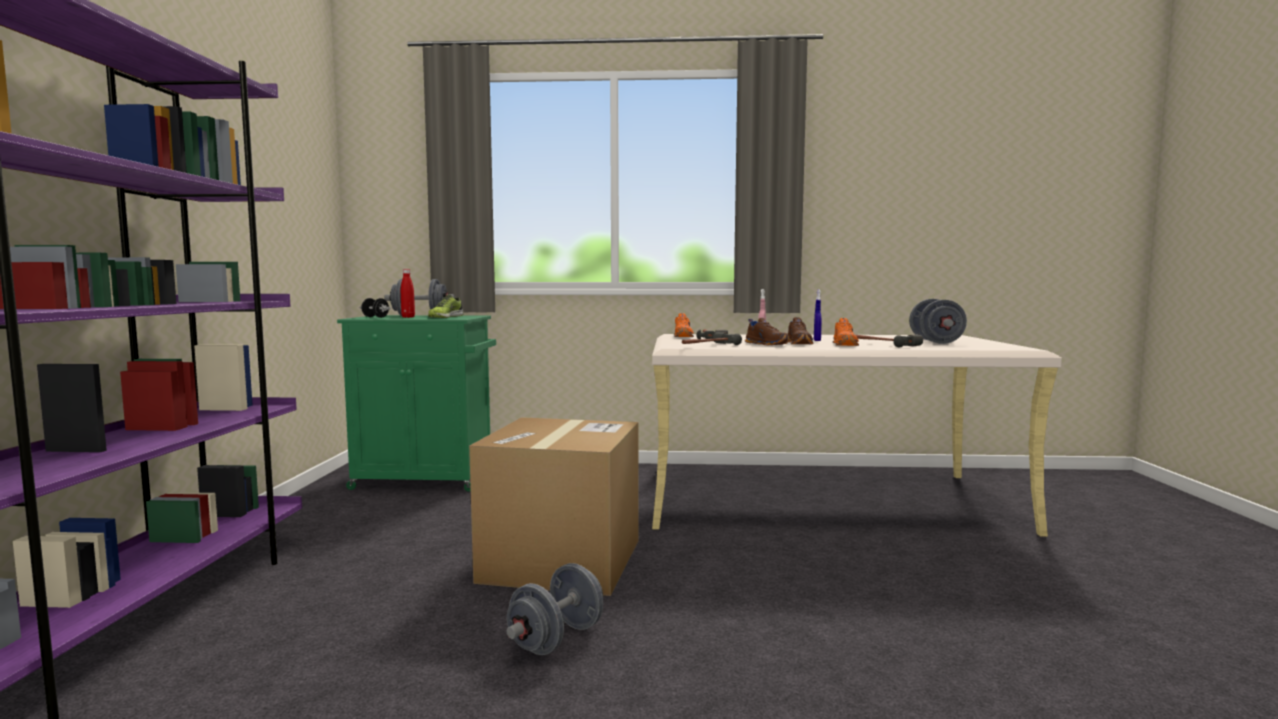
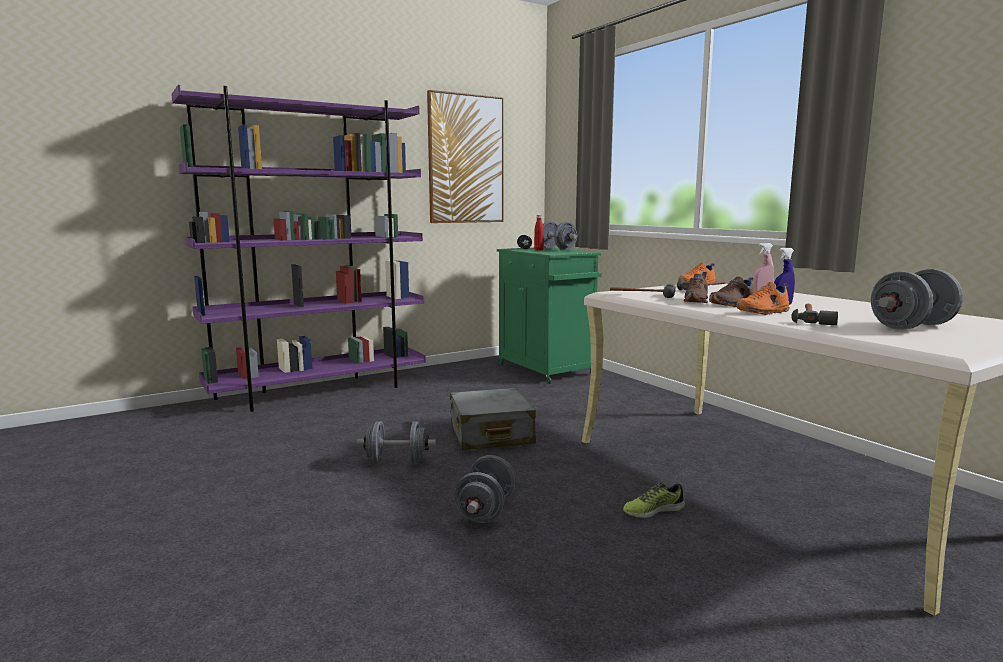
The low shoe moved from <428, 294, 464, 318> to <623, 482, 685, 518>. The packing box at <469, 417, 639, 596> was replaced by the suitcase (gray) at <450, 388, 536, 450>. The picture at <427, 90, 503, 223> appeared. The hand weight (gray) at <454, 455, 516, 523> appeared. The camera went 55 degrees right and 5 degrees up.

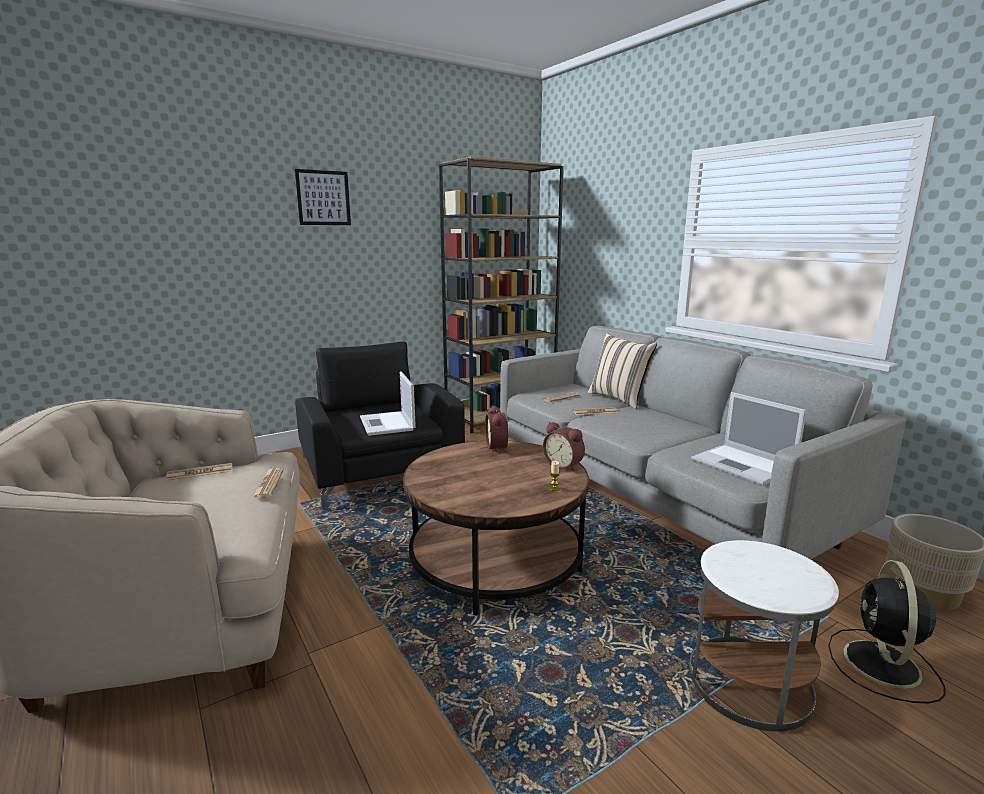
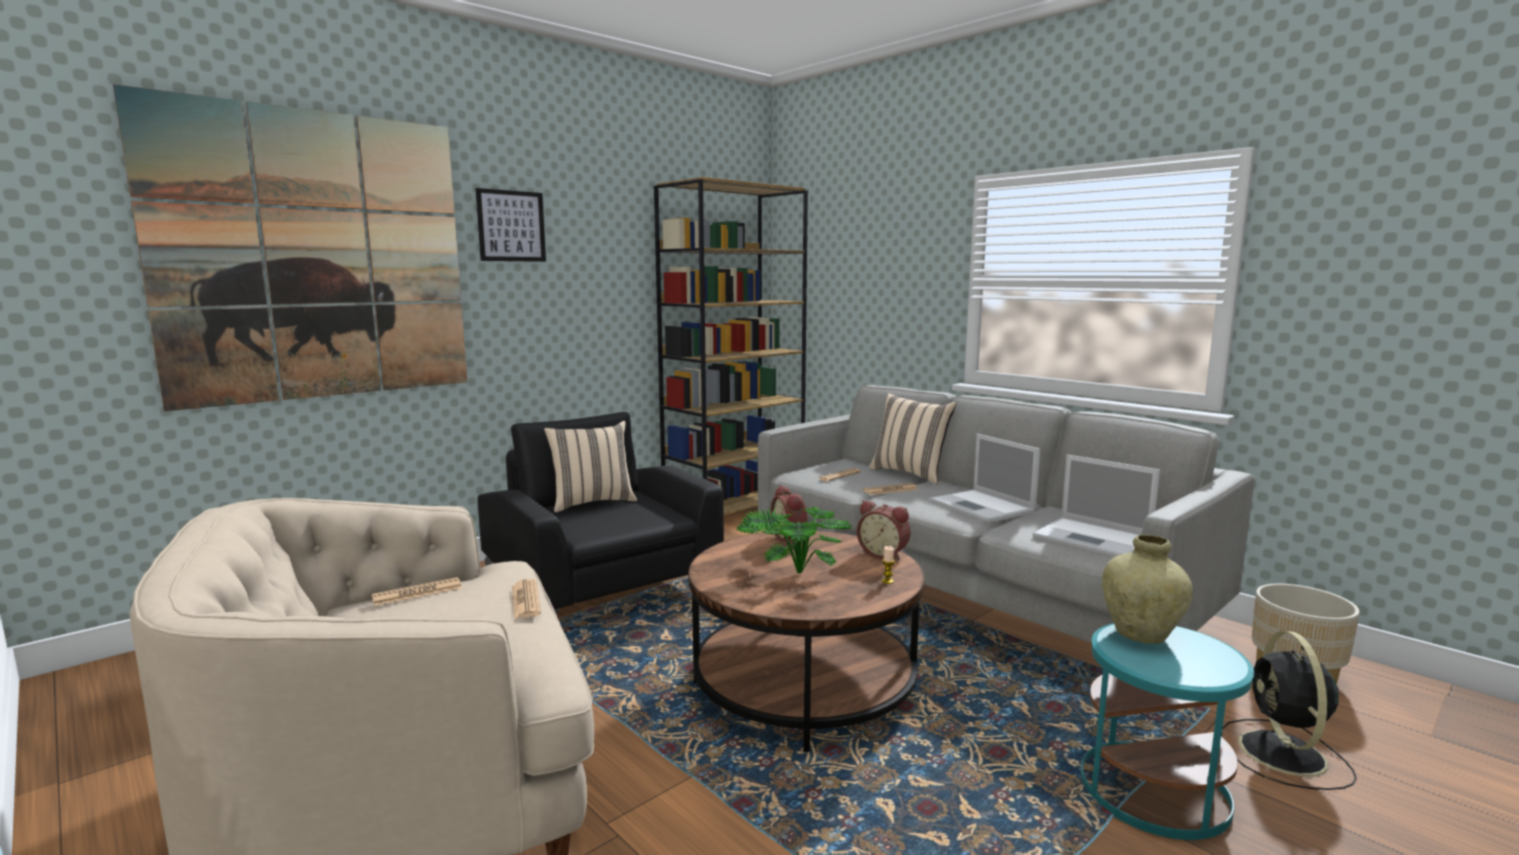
The notebook computer moved from <360, 371, 416, 436> to <930, 434, 1040, 523>. The accent table (whitish) at <689, 540, 839, 731> became the accent table (turquoise-coloured) at <1080, 623, 1254, 840>. The picture at <113, 84, 467, 411> appeared. The pillow (sand-coloured) at <544, 421, 637, 512> appeared. The potted plant at <736, 506, 852, 574> appeared. The vase (sand-coloured) at <1102, 534, 1193, 644> appeared. The camera went 10 degrees left and 5 degrees down.

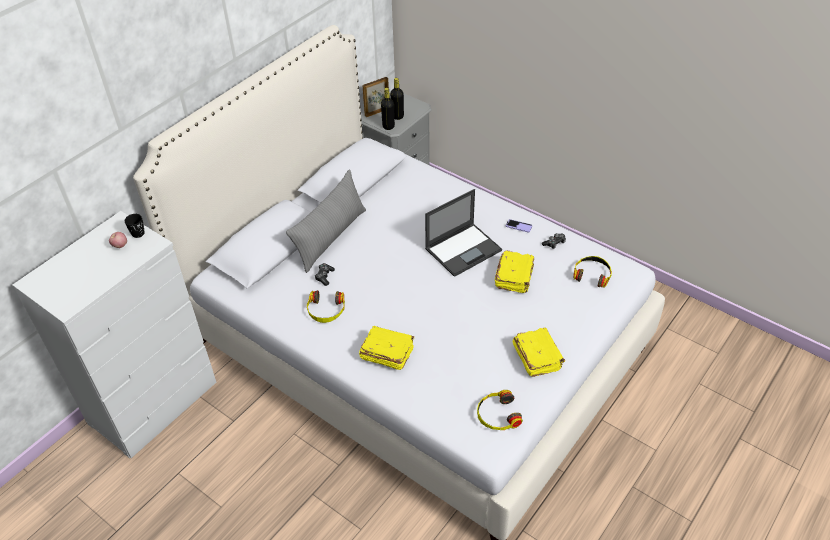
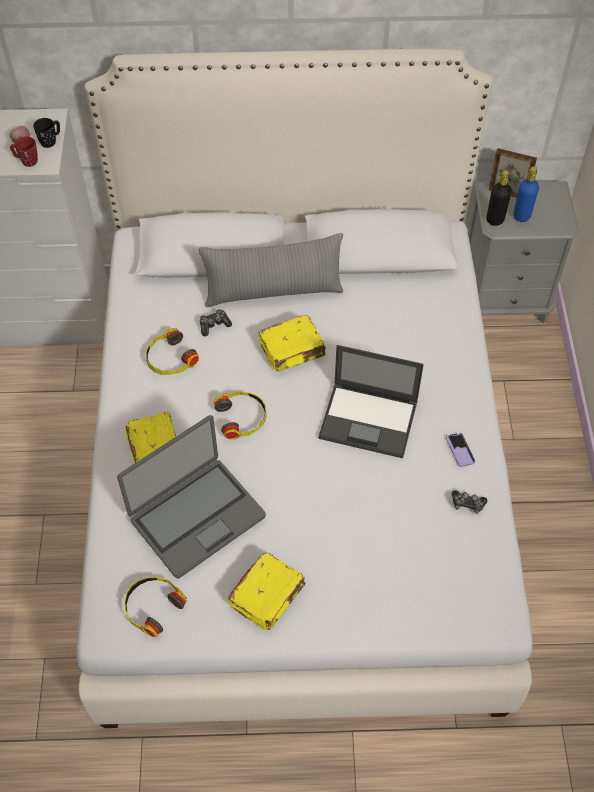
The beverage bottle (black) at <390, 78, 404, 120> became the beverage bottle (blue) at <513, 166, 539, 222>. The book (yellowish) moved from <495, 250, 534, 293> to <259, 315, 327, 371>. The headset moved from <573, 256, 612, 288> to <214, 391, 267, 439>. The tea mug (reddish) at <10, 137, 38, 167> appeared. The notebook computer at <117, 415, 266, 578> appeared. The camera went 50 degrees right and 10 degrees up.

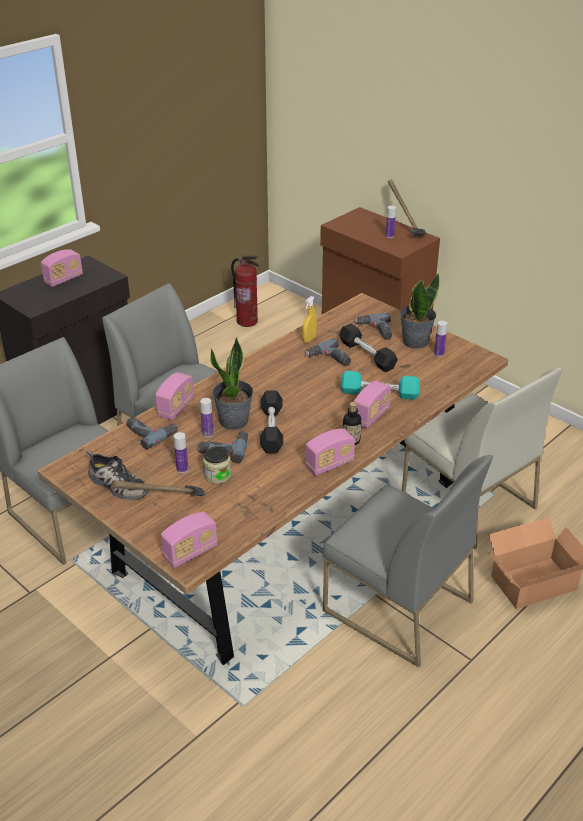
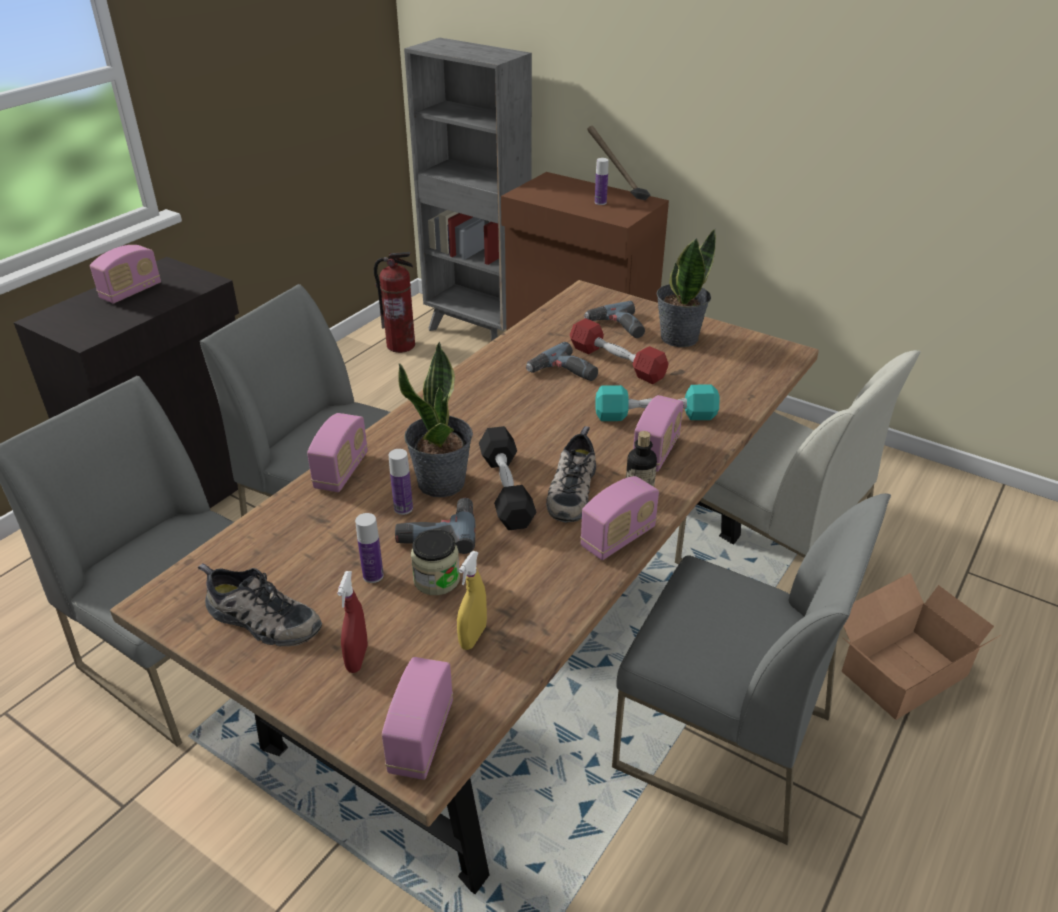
The hand sprayer (yellowish) moved from <302, 296, 317, 343> to <457, 551, 487, 650>. The beverage bottle at <434, 321, 447, 357> disappeared. The hand weight (black) at <339, 324, 398, 372> became the hand weight (reddish) at <570, 318, 668, 384>. The power drill at <126, 417, 178, 450> disappeared. The hand hammer at <111, 480, 206, 496> was replaced by the hand sprayer (reddish) at <337, 571, 367, 673>. The radio set at <161, 512, 217, 568> turned 150 degrees clockwise. The bookcase (gray) at <404, 38, 532, 341> appeared. The low shoe at <546, 426, 596, 523> appeared. The camera went 10 degrees left and 0 degrees up.

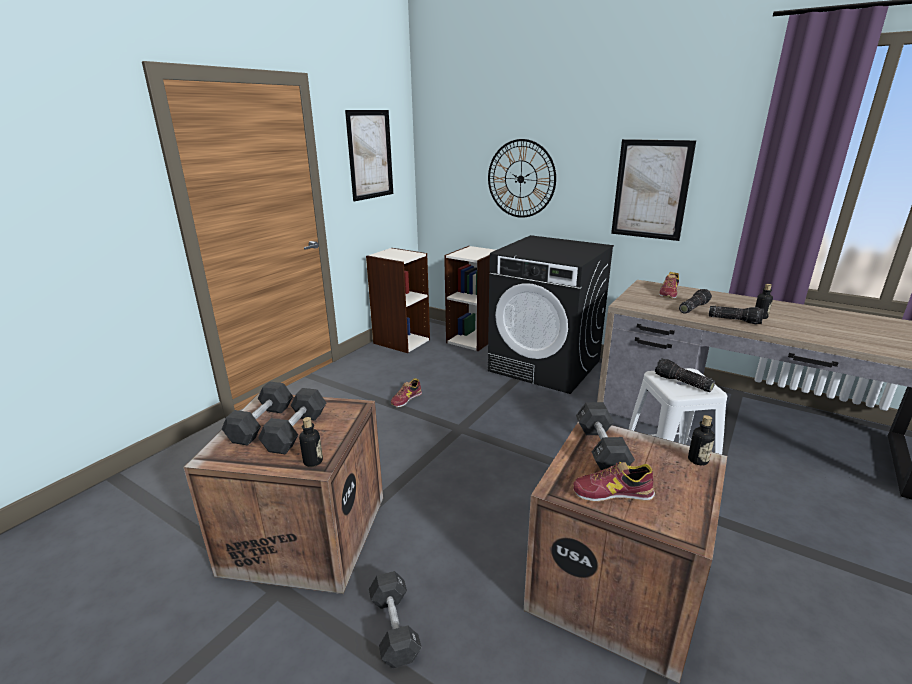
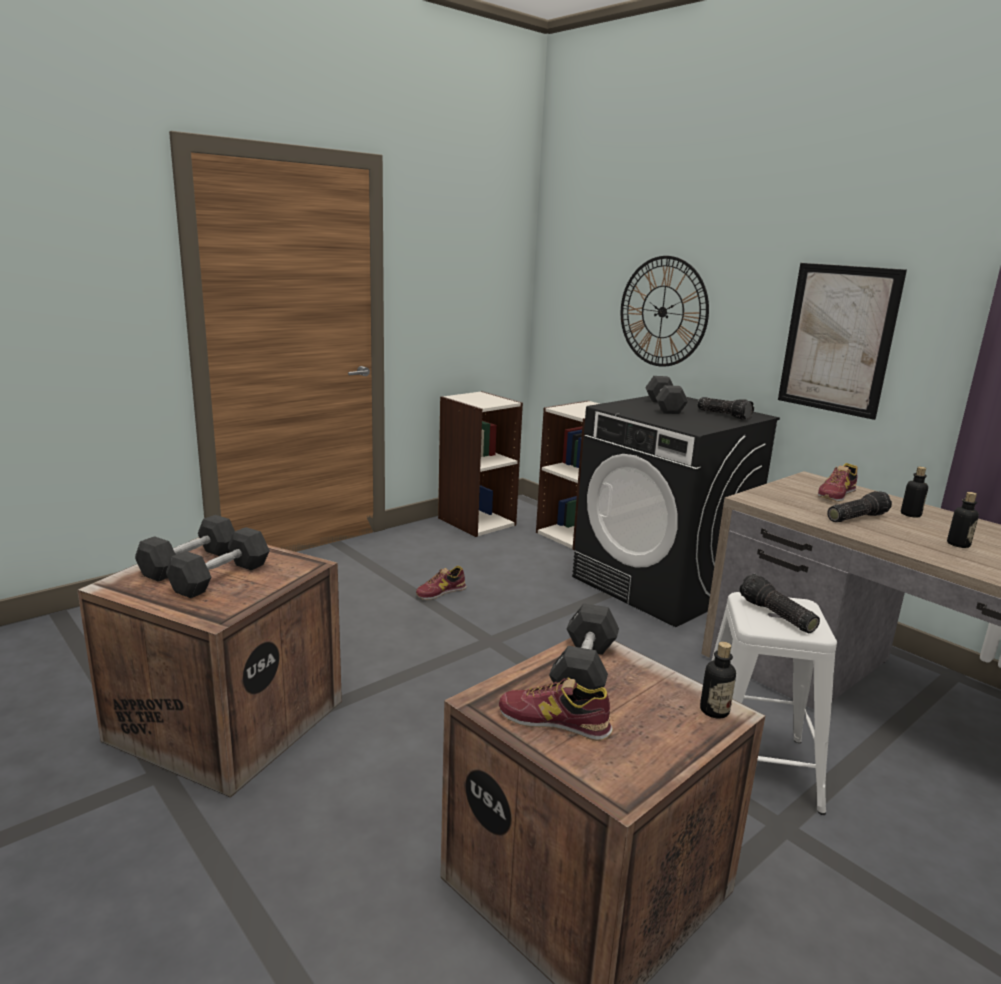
The picture at <345, 110, 393, 201> disappeared. The flashlight moved from <709, 306, 764, 324> to <698, 397, 754, 420>. The beverage bottle moved from <299, 417, 323, 467> to <901, 467, 928, 517>. The hand weight (black) moved from <369, 571, 422, 668> to <645, 376, 688, 414>. The camera went 15 degrees right and 5 degrees down.

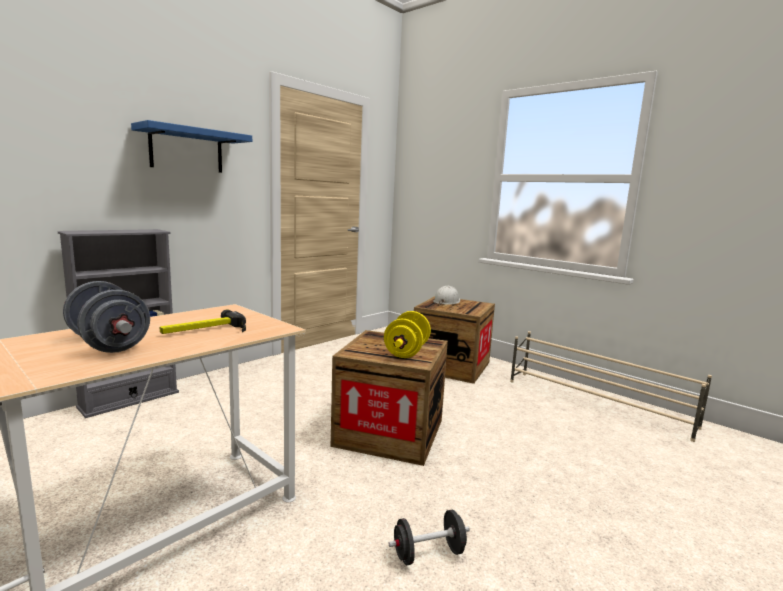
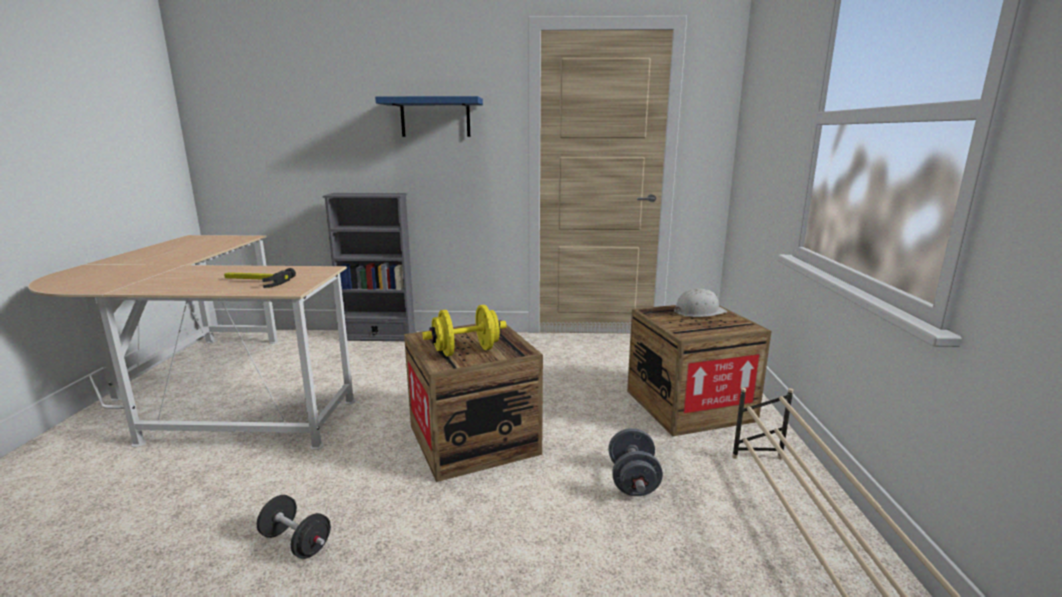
The hand weight (gray) moved from <63, 281, 150, 353> to <609, 428, 663, 496>. The camera went 50 degrees right and 5 degrees up.

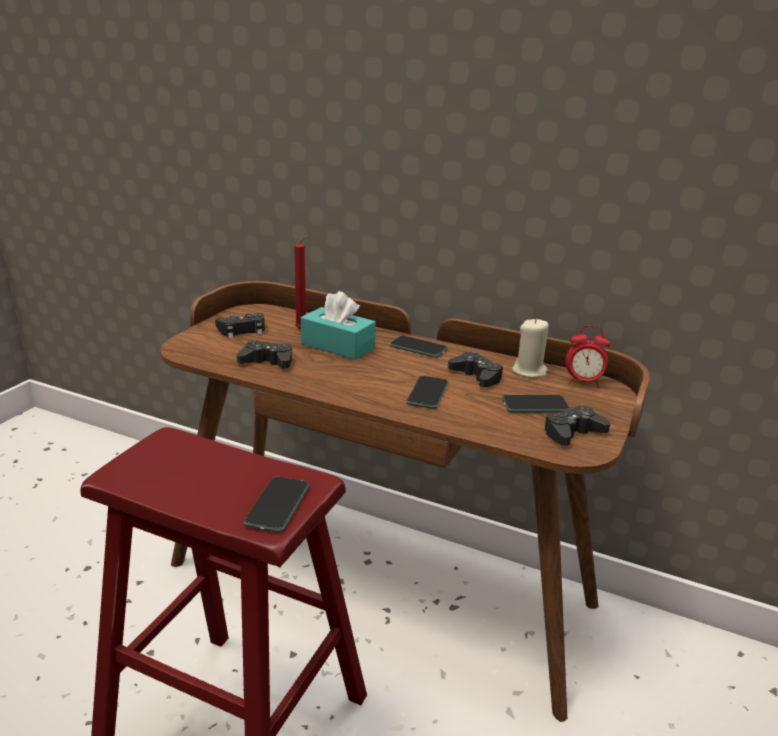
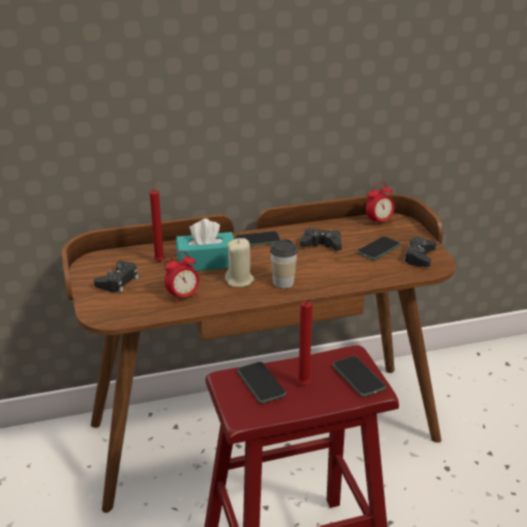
The candle (sand-coloured) moved from <512, 318, 548, 378> to <225, 238, 255, 287>. The game controller (black) at <237, 341, 292, 369> was replaced by the alarm clock at <164, 251, 199, 303>. The phone moved from <406, 376, 448, 409> to <237, 362, 286, 403>. The cup at <270, 239, 298, 289> appeared. The candle (reddish) at <297, 299, 313, 385> appeared. The camera went 40 degrees left and 5 degrees up.

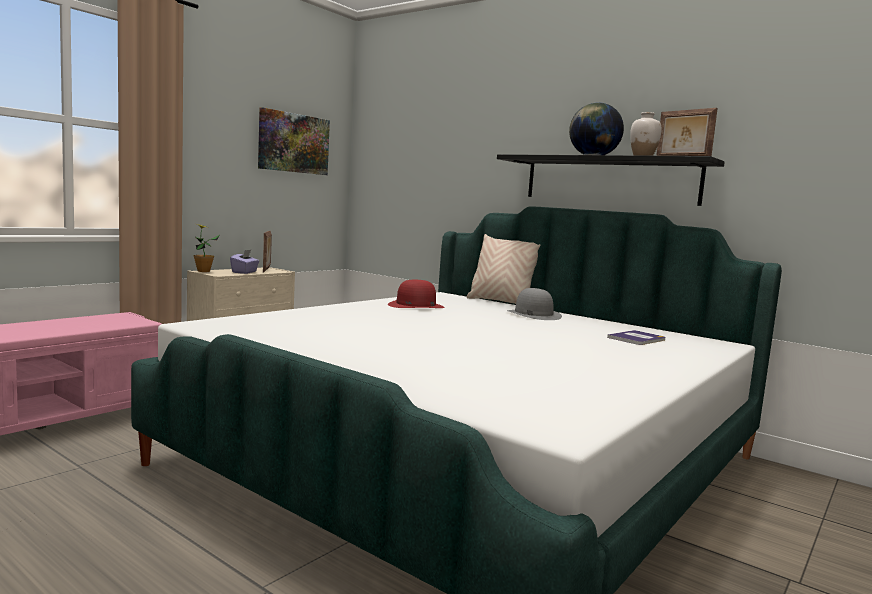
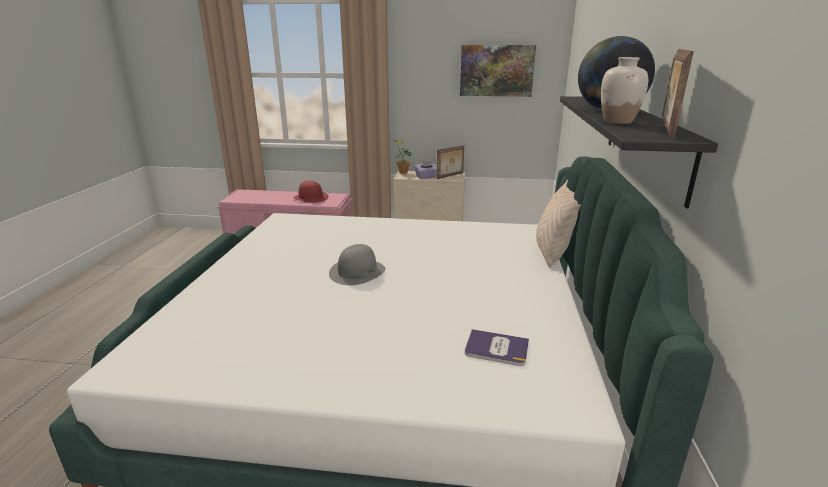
The wearable hat (reddish) moved from <388, 280, 444, 308> to <293, 181, 329, 203>. The wearable hat (gray) moved from <507, 288, 562, 320> to <329, 244, 385, 285>. The camera went 60 degrees right and 15 degrees up.

